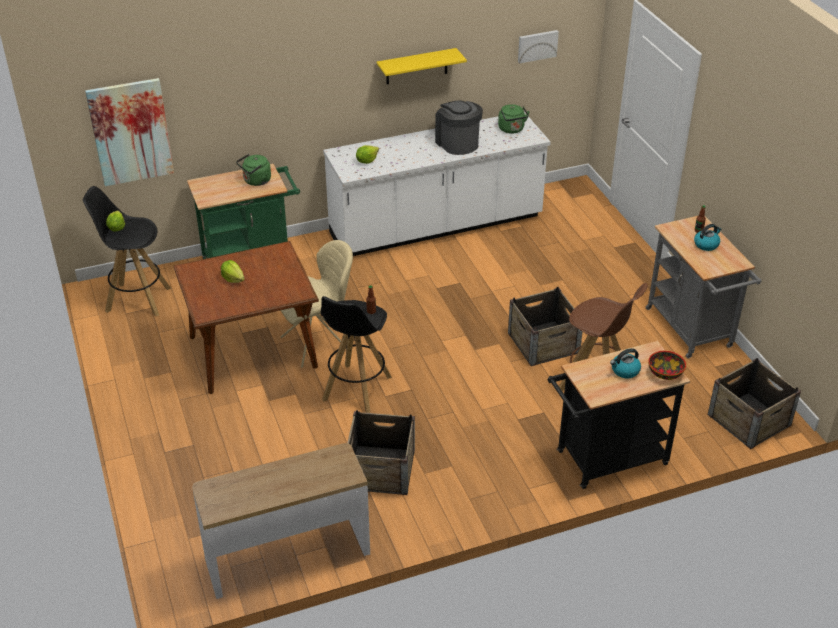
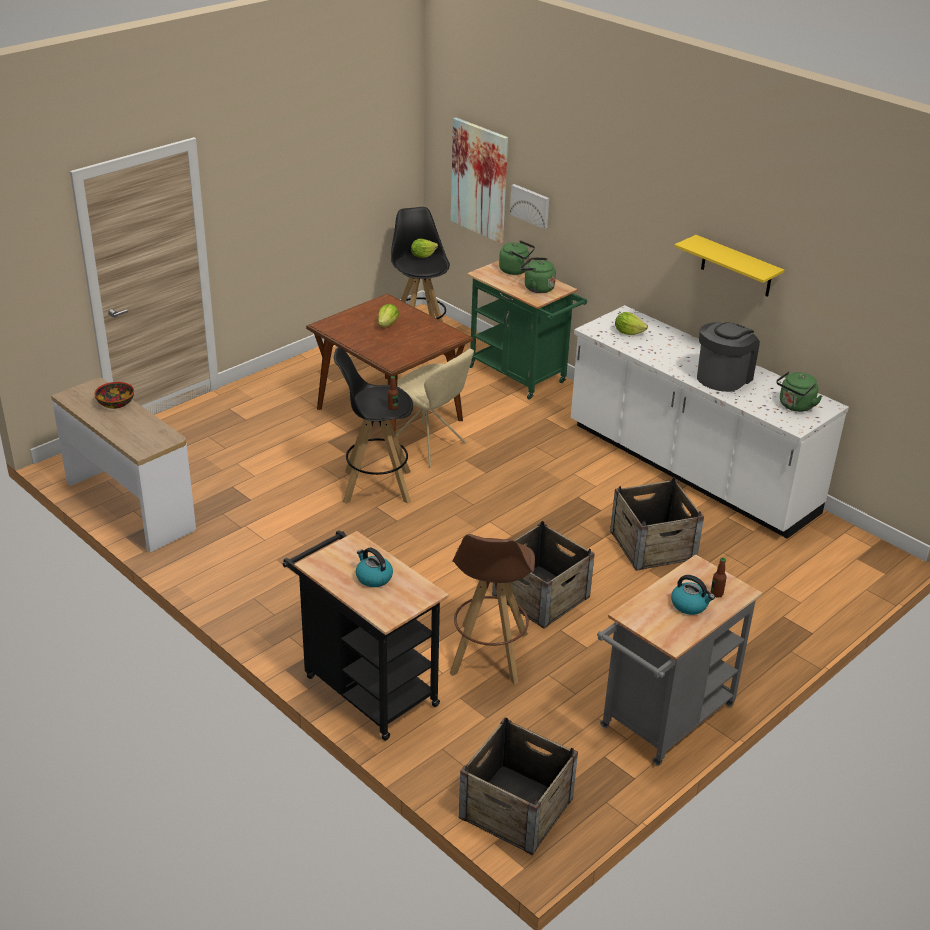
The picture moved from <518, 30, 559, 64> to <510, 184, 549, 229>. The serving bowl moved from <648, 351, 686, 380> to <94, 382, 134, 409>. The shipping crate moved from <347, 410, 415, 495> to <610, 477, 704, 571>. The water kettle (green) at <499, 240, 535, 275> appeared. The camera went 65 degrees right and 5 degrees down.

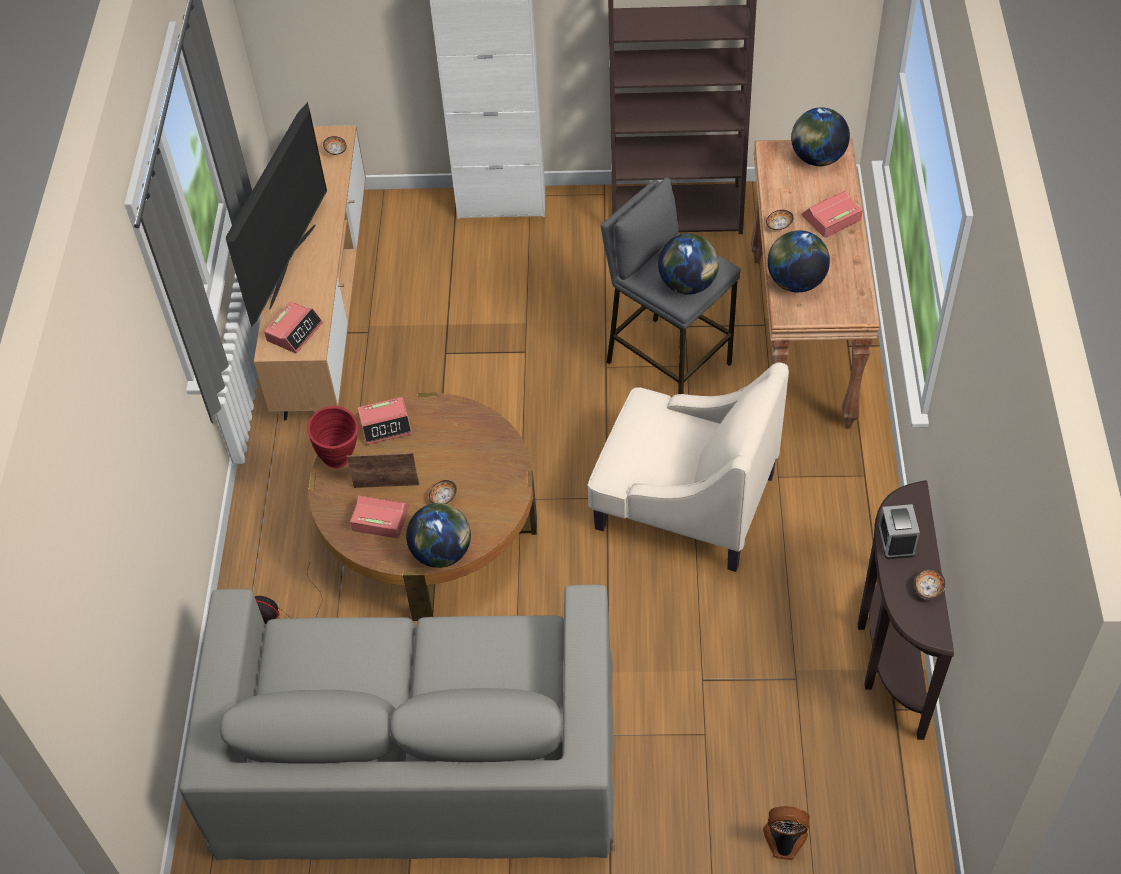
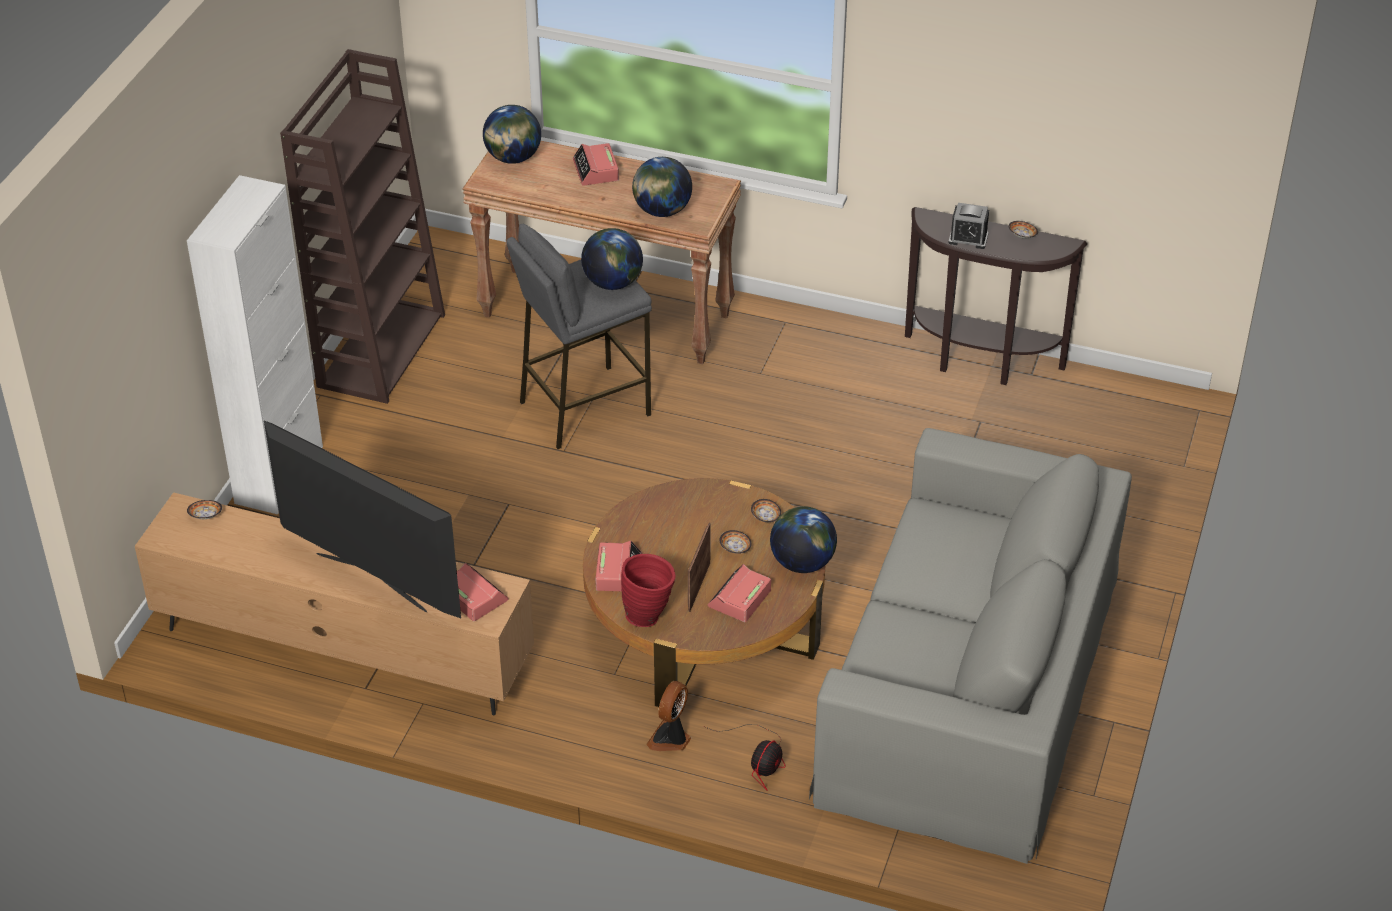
The serving bowl moved from <766, 210, 794, 230> to <751, 499, 781, 522>. The lounge chair (sand-coloured) at <587, 362, 789, 572> disappeared. The fan moved from <763, 806, 810, 860> to <646, 681, 691, 751>. The camera went 75 degrees left and 10 degrees down.

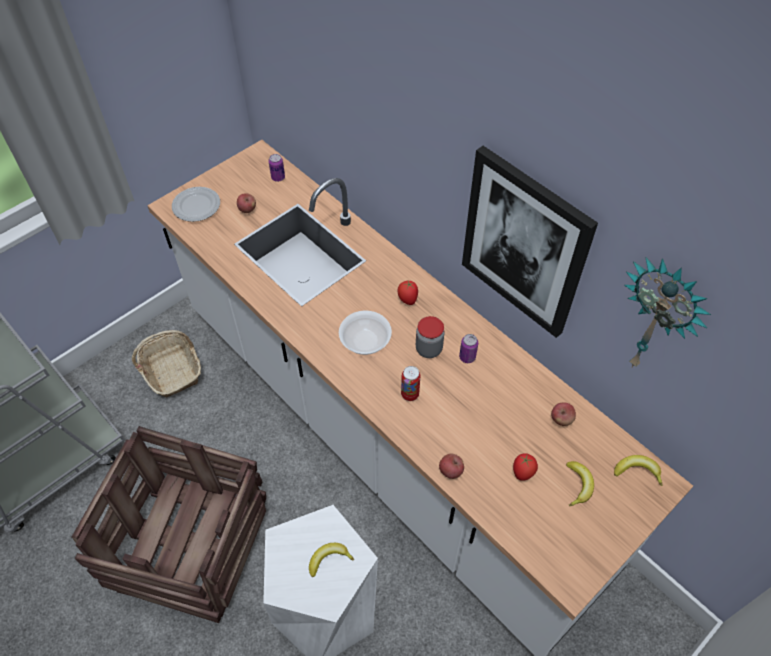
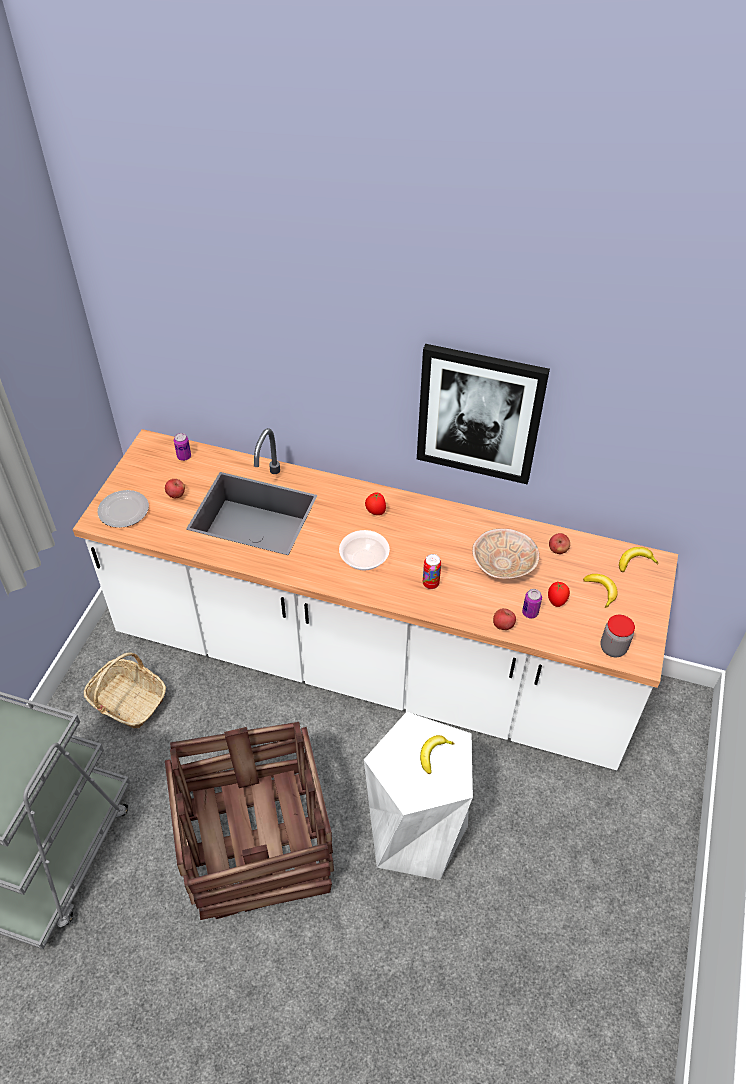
The hanging clock at <625, 257, 711, 368> disappeared. The storage jar moved from <416, 316, 445, 358> to <600, 615, 635, 657>. The sealed can moved from <459, 334, 478, 363> to <522, 589, 542, 619>. The serving bowl (sand-coloured) at <472, 528, 540, 579> appeared. The camera went 30 degrees left and 5 degrees down.

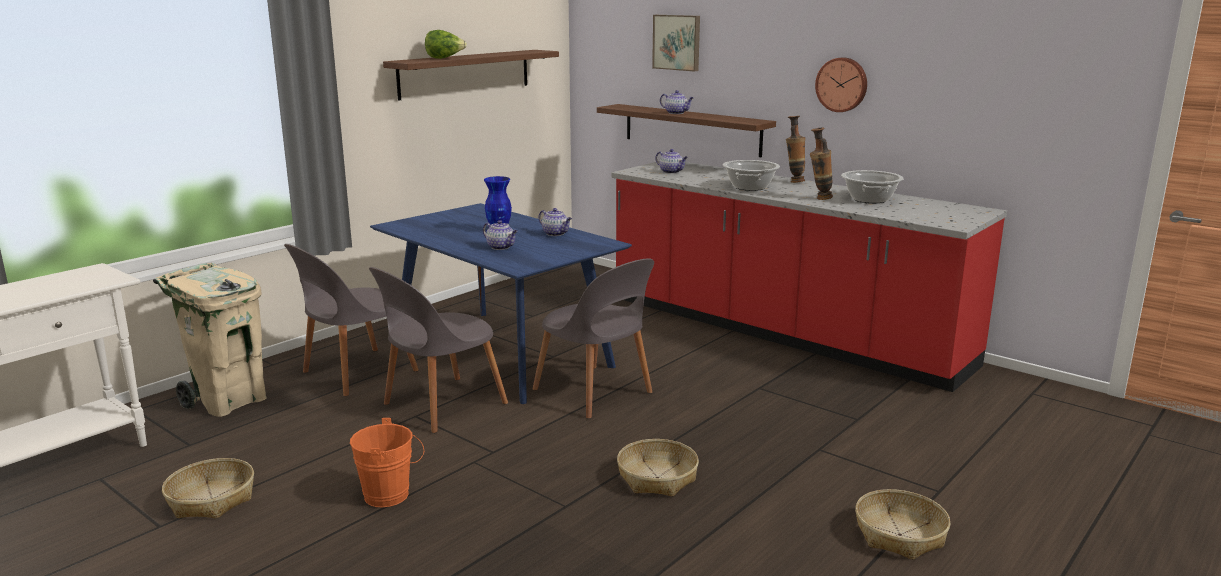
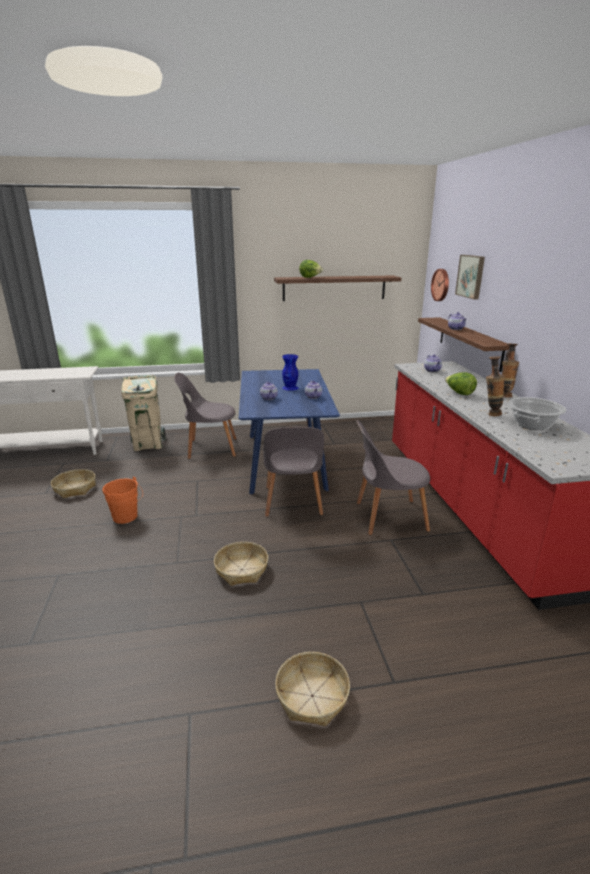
The hanging clock moved from <815, 57, 867, 112> to <431, 269, 449, 301>. The stockpot at <723, 160, 780, 191> was replaced by the lettuce at <445, 372, 477, 395>. The plain chair (gray) moved from <369, 267, 508, 433> to <356, 420, 430, 535>. The camera went 40 degrees right and 5 degrees up.

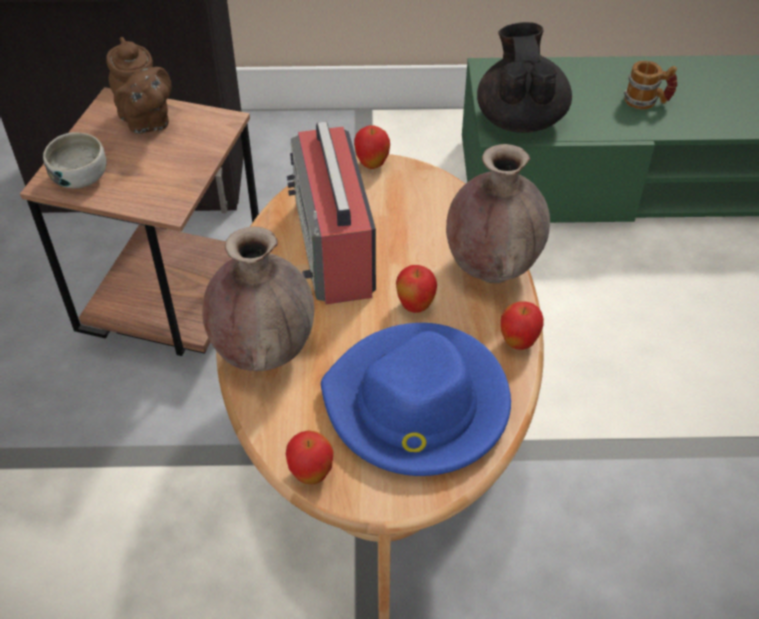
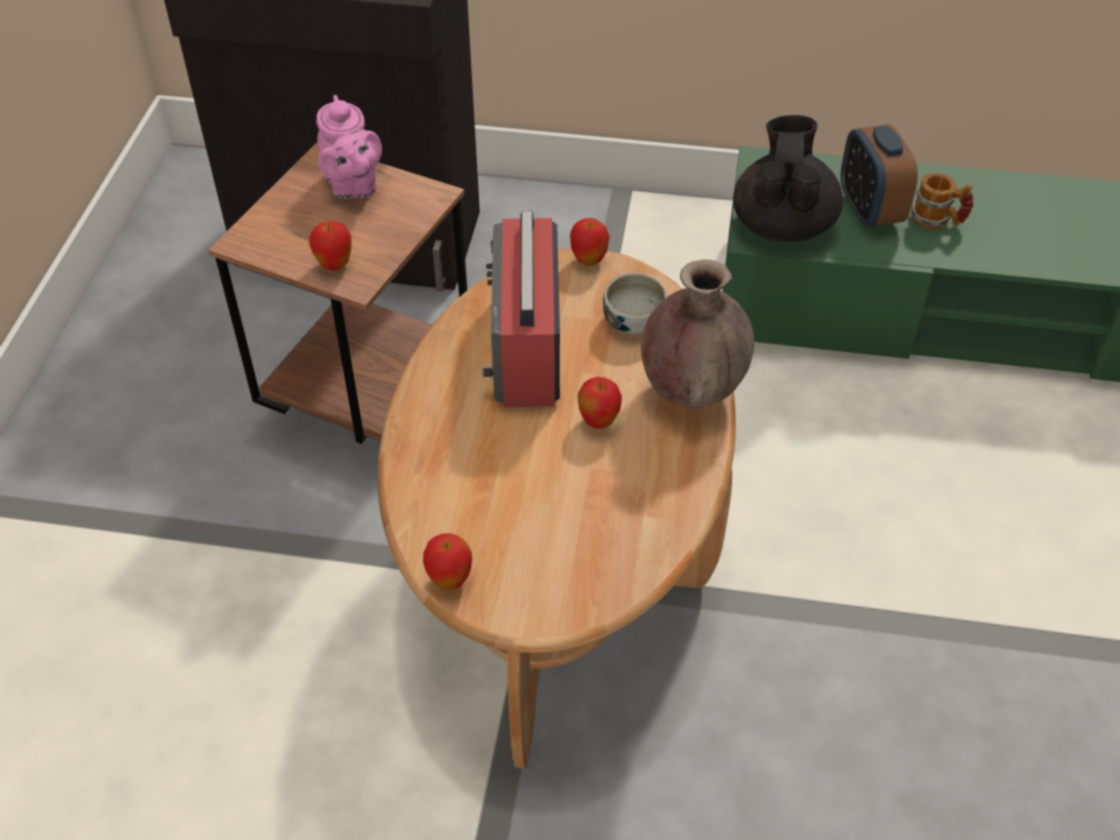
The pot for tea (brownish) at <106, 37, 172, 134> became the pot for tea (pinkish) at <316, 95, 382, 199>. The serving bowl moved from <43, 132, 107, 188> to <603, 273, 667, 335>. The vase (brownish) at <202, 226, 314, 371> disappeared. The whole apple moved from <501, 301, 544, 350> to <309, 221, 351, 270>. The wearable hat (blue) at <321, 323, 511, 476> disappeared. The alarm clock at <841, 124, 918, 228> appeared. The camera went 10 degrees right and 0 degrees up.

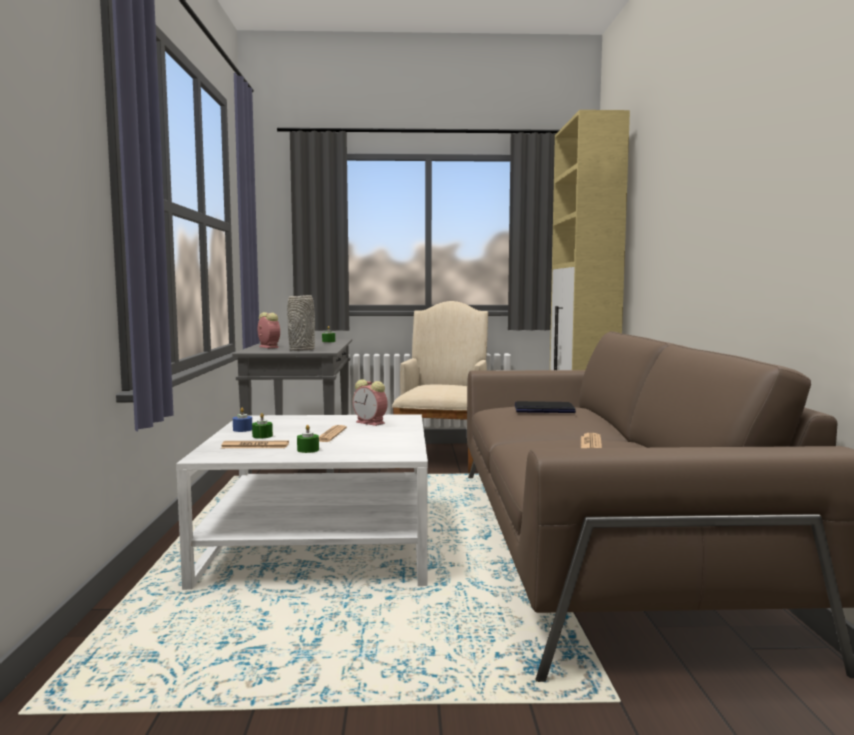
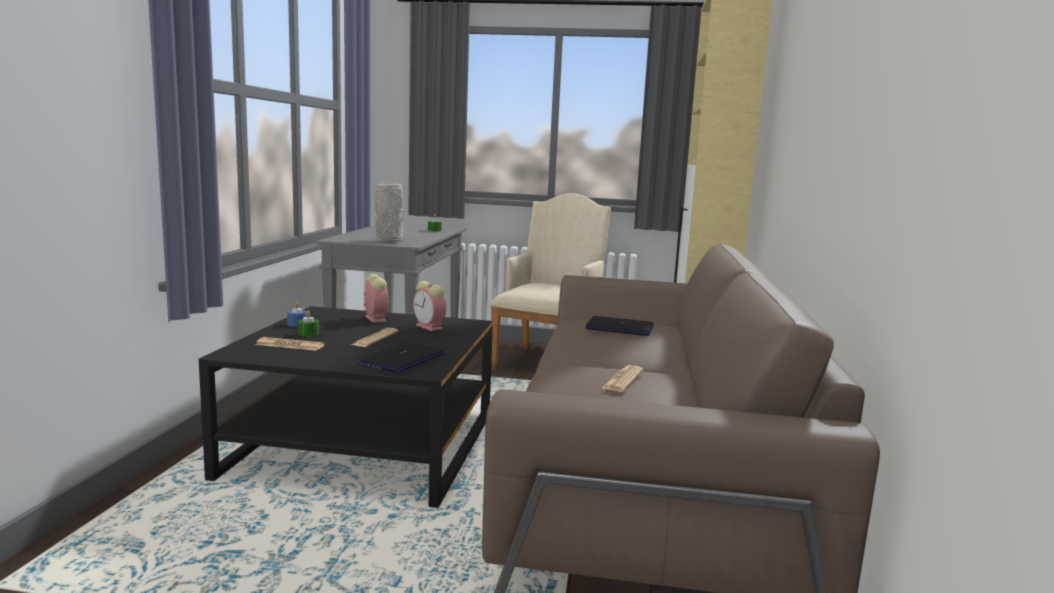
The alarm clock moved from <258, 312, 280, 348> to <363, 274, 389, 323>. The lounge table (whitish) at <176, 414, 428, 590> became the lounge table (black) at <199, 306, 493, 508>. The candle (green) at <297, 425, 319, 453> disappeared. The notebook computer at <357, 342, 444, 373> appeared. The camera went 10 degrees right and 5 degrees up.

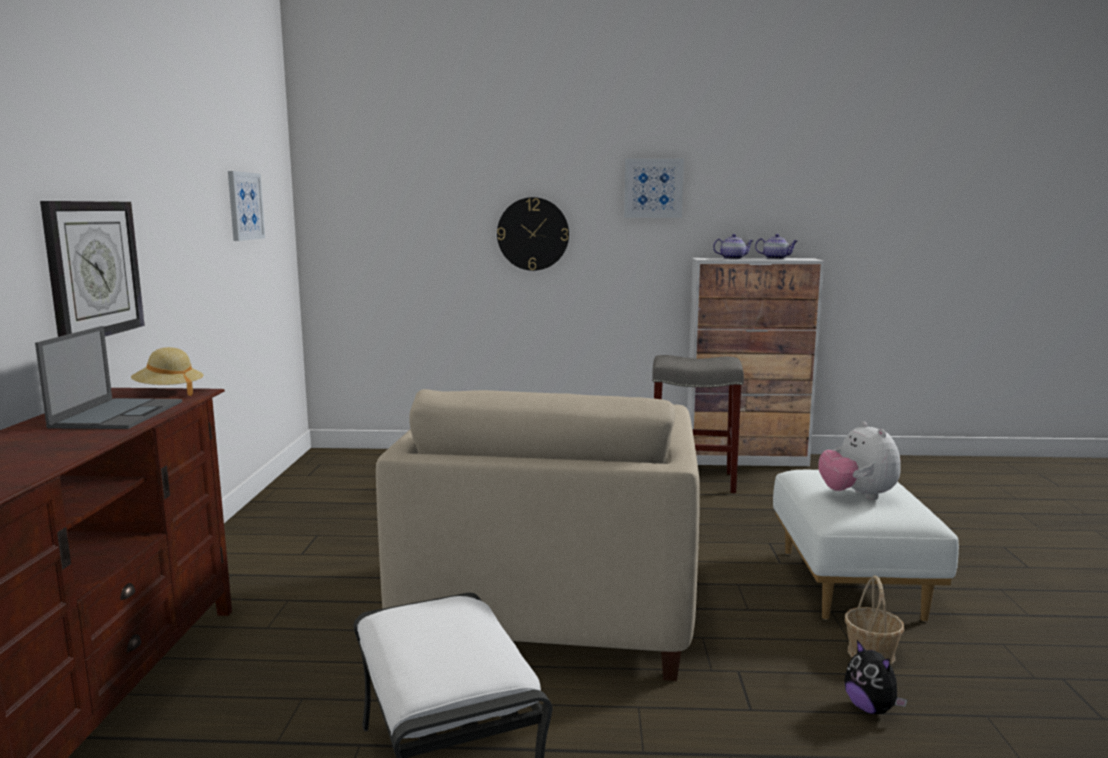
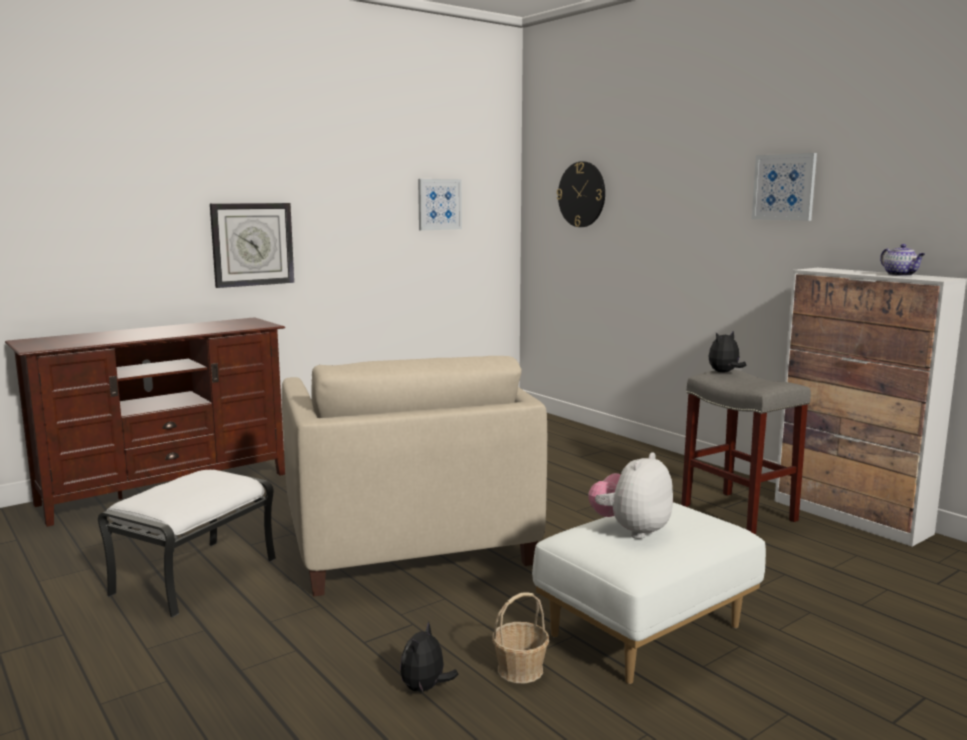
The hanging clock moved from <497, 197, 569, 271> to <557, 161, 605, 227>. The pot for tea at <713, 234, 753, 259> disappeared. The notebook computer at <35, 326, 182, 429> disappeared. The wearable hat (sand-coloured) at <131, 347, 204, 396> disappeared. The lounge chair (sand-coloured) at <376, 389, 700, 681> turned 75 degrees counterclockwise. The soft toy at <708, 331, 746, 372> appeared. The camera went 50 degrees right and 0 degrees up.

